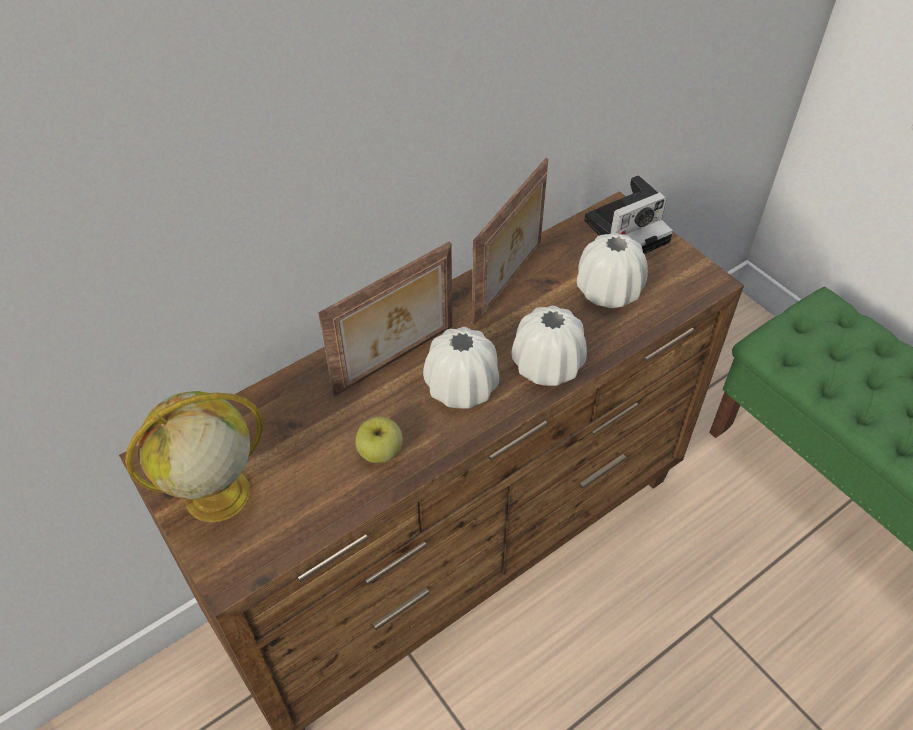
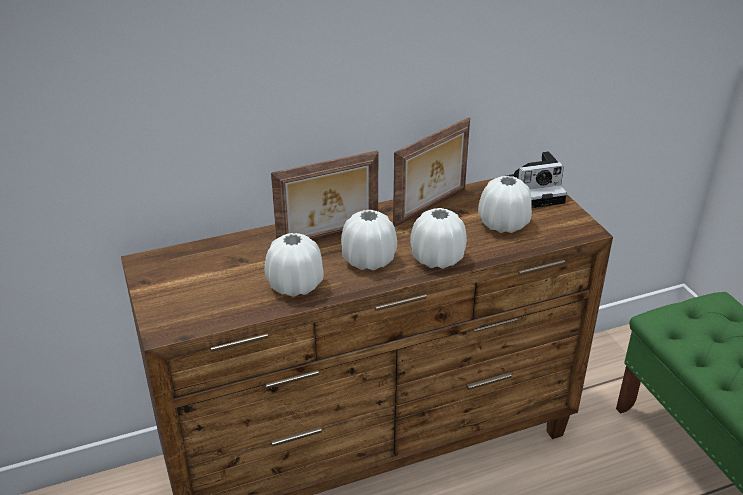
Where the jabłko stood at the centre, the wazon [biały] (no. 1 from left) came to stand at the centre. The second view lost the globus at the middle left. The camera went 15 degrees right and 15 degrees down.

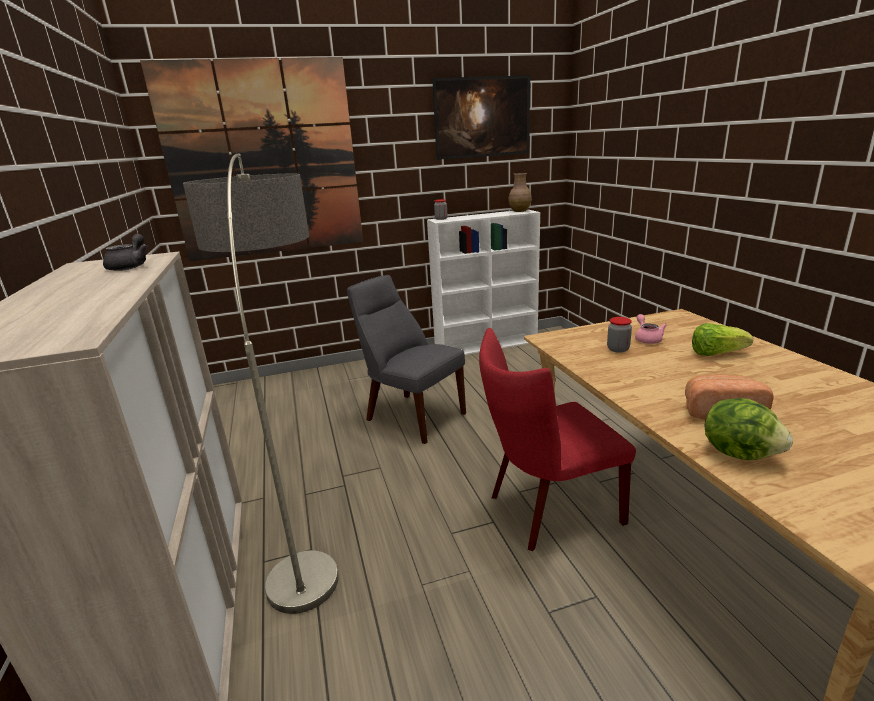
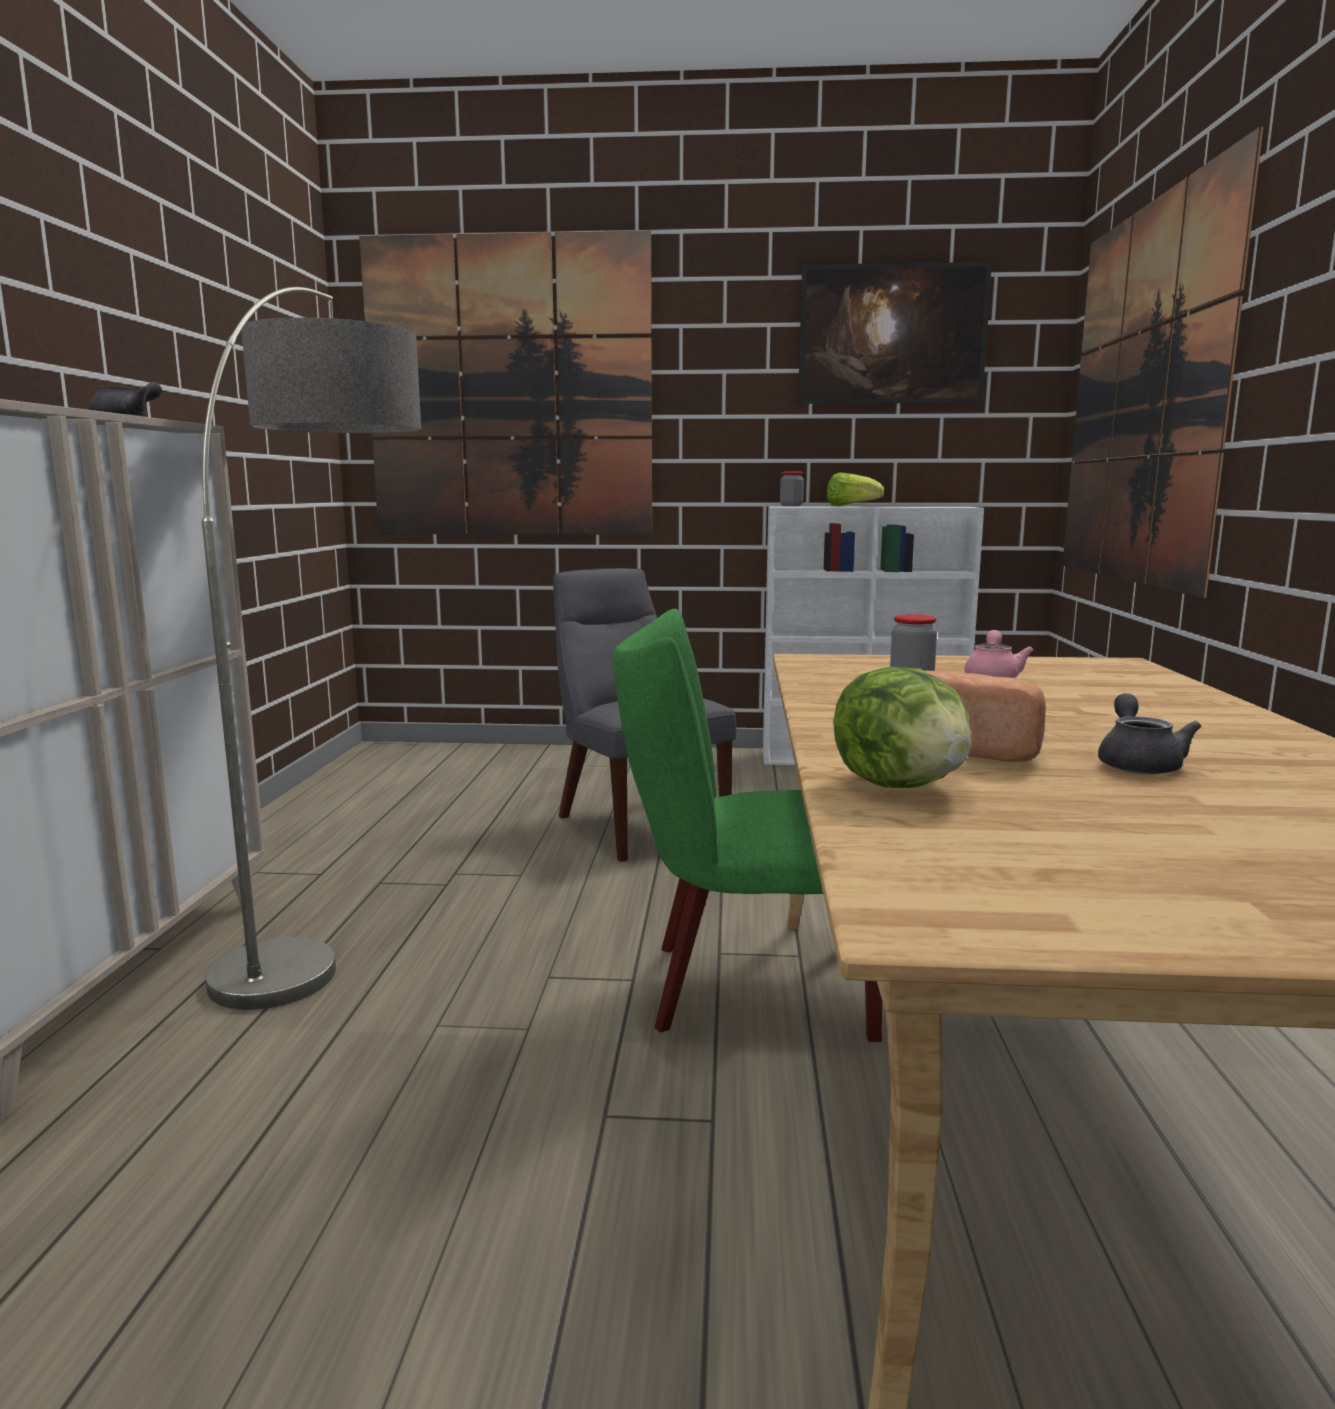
What was the krzesło [czerwony] at the centre turned into the krzesło [zielony] at the centre. The sałata (no. 1 from left) ended up elsewhere, having gone from the middle right to the centre. The second view gained the obraz (no. 3 from left) at the top right. The second view gained the imbryk [szary] (no. 2 from left) at the middle right. The second view lost the wazon [brązowy] at the top centre. The camera went 20 degrees right and 10 degrees down.

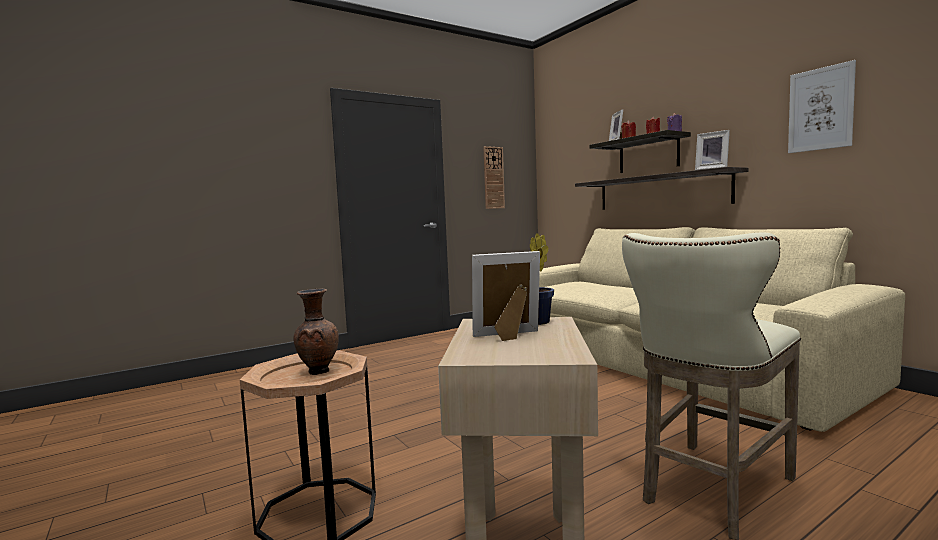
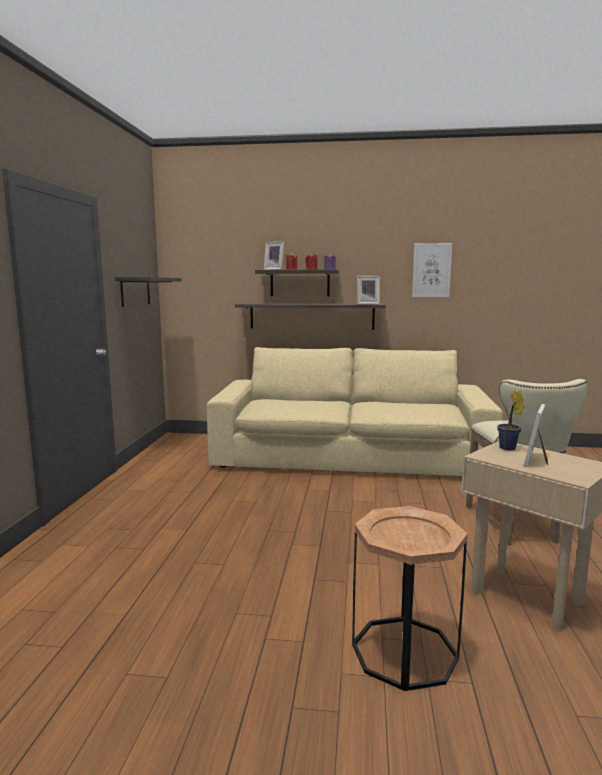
Where the zegar ścienny hung at the top centre, the półka (no. 1 from left) came to hang at the middle left. The second view lost the wazon [brązowy] at the centre. The camera went 50 degrees left and 5 degrees up.

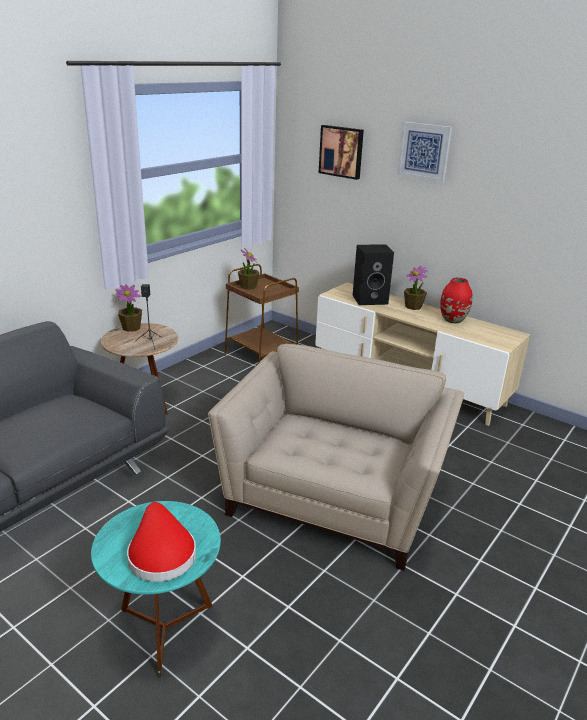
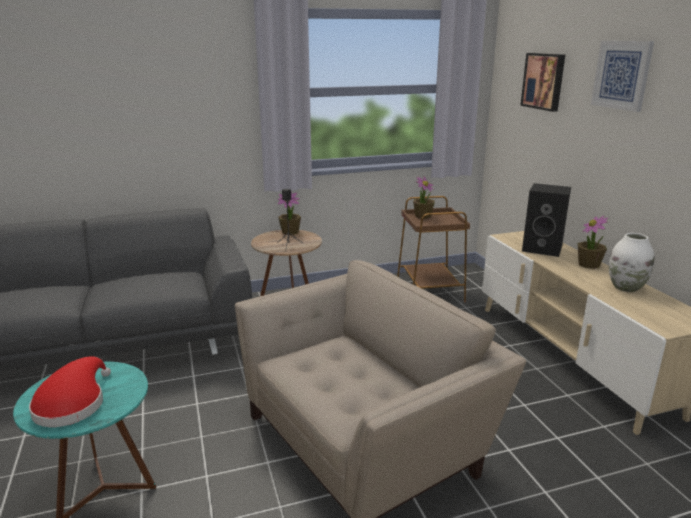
What was the wazon [czerwony] at the middle right turned into the wazon [biały] at the middle right. The camera went 35 degrees right and 5 degrees down.

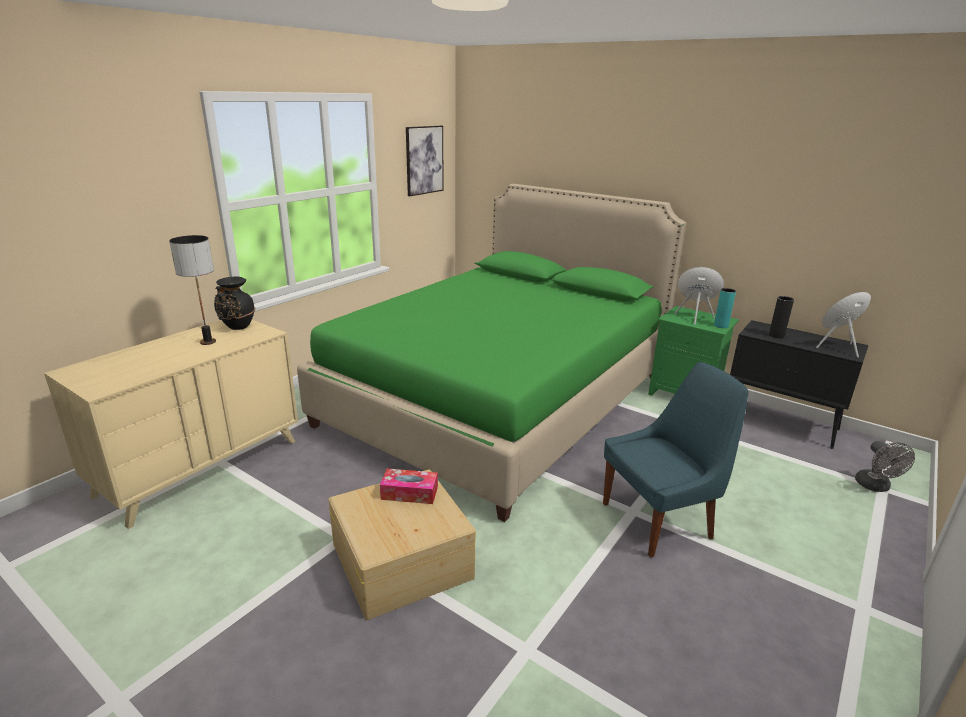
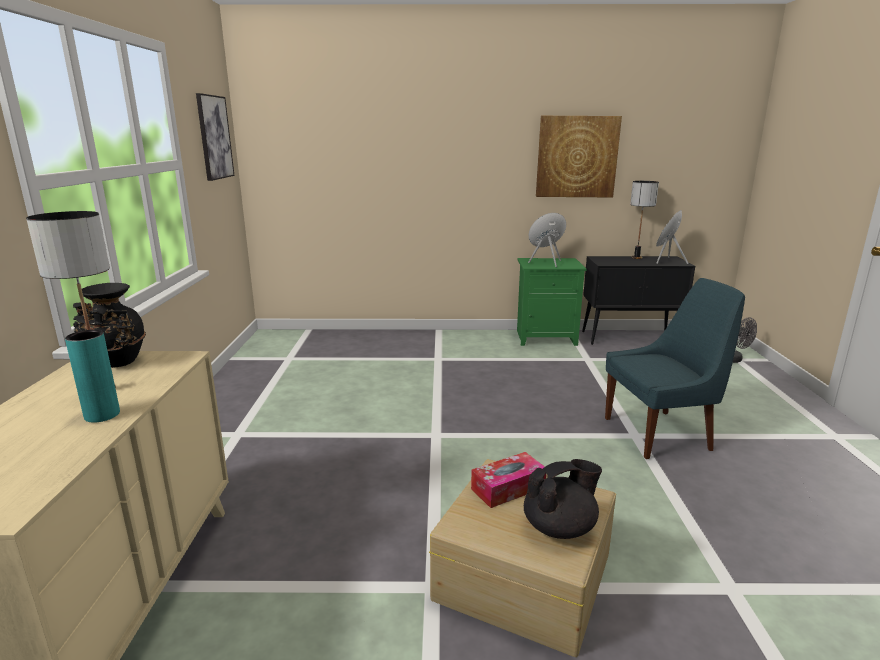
The wazon [turkusowy] ended up elsewhere, having gone from the middle right to the middle left. The second view gained the imbryk [czarny] at the bottom centre. The second view gained the obraz (no. 2 from left) at the top centre. The krzesło [niebieski] at the middle right ended up facing another way, 45 degrees clockwise from before. The second view gained the lampa stołowa (no. 2 from left) at the middle right. The second view lost the łóżko [zielony] at the centre. The second view lost the wazon [czarny] (no. 2 from left) at the middle right. The camera went 35 degrees left and 5 degrees down.

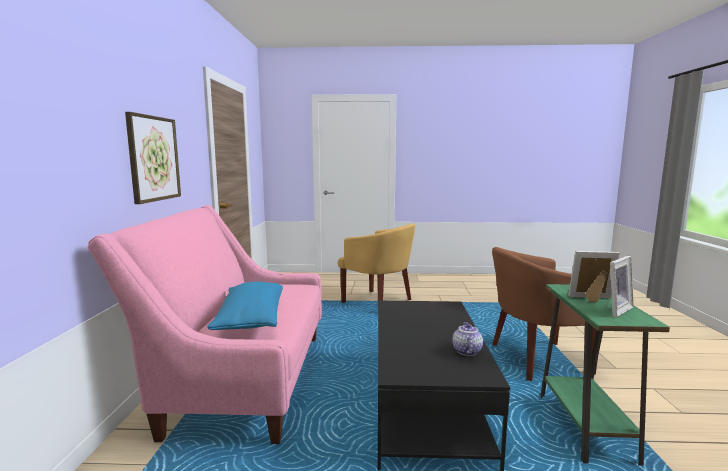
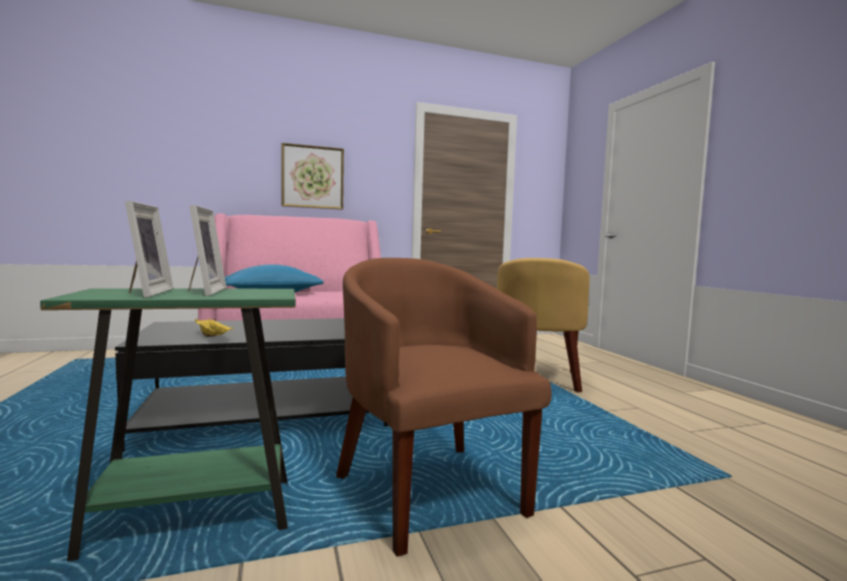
The ramka na zdjęcie (no. 2 from left in the first image) at the middle right ended up facing another way, 135 degrees counterclockwise from before. Where the imbryk stood at the bottom centre, the taca [żółty] came to stand at the middle left. The camera went 70 degrees right and 5 degrees down.

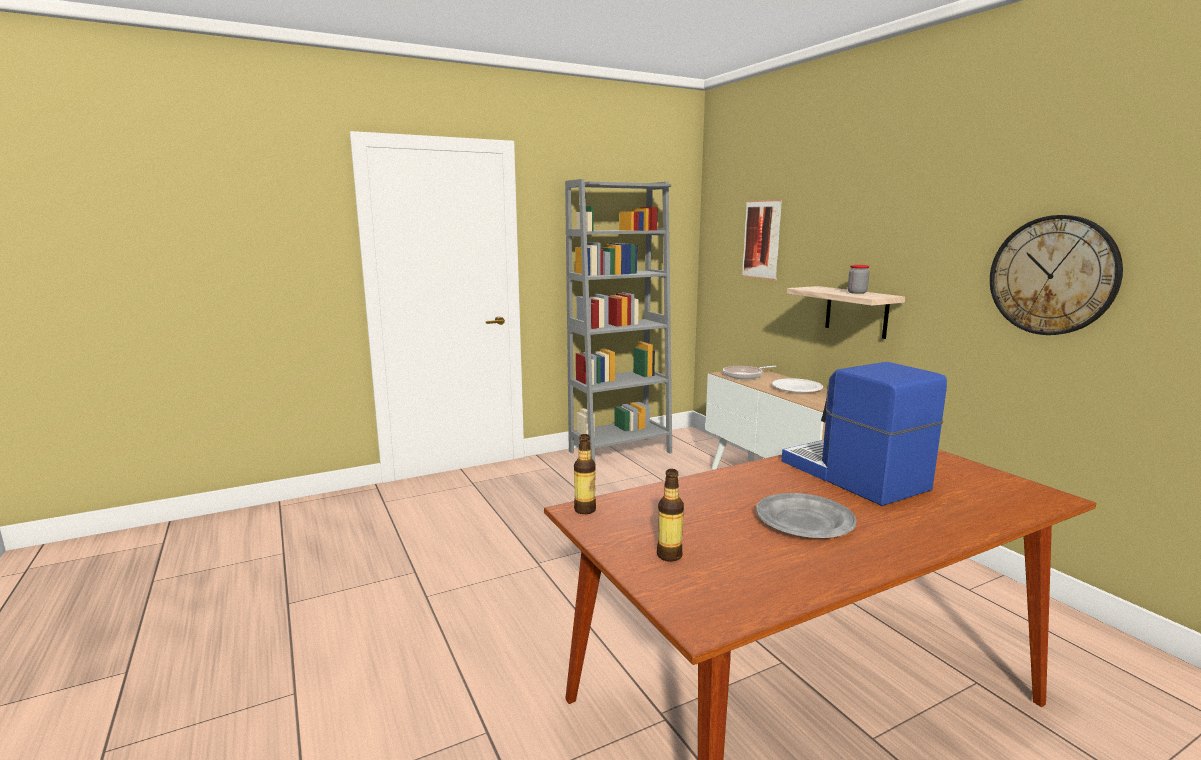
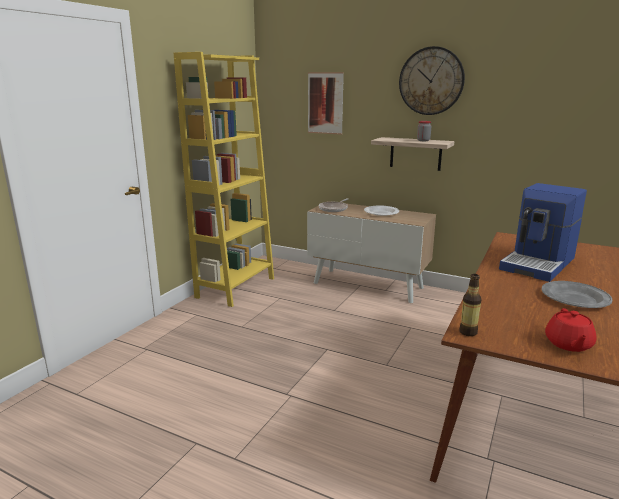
What was the regał [szary] at the centre turned into the regał [żółty] at the centre. The zegar ścienny ended up elsewhere, having gone from the middle right to the top right. The ekspres do kawy at the middle right ended up facing another way, 75 degrees counterclockwise from before. Where the butelka (no. 2 from left) stood at the bottom centre, the imbryk [czerwony] came to stand at the middle right. The camera went 35 degrees left and 5 degrees up.

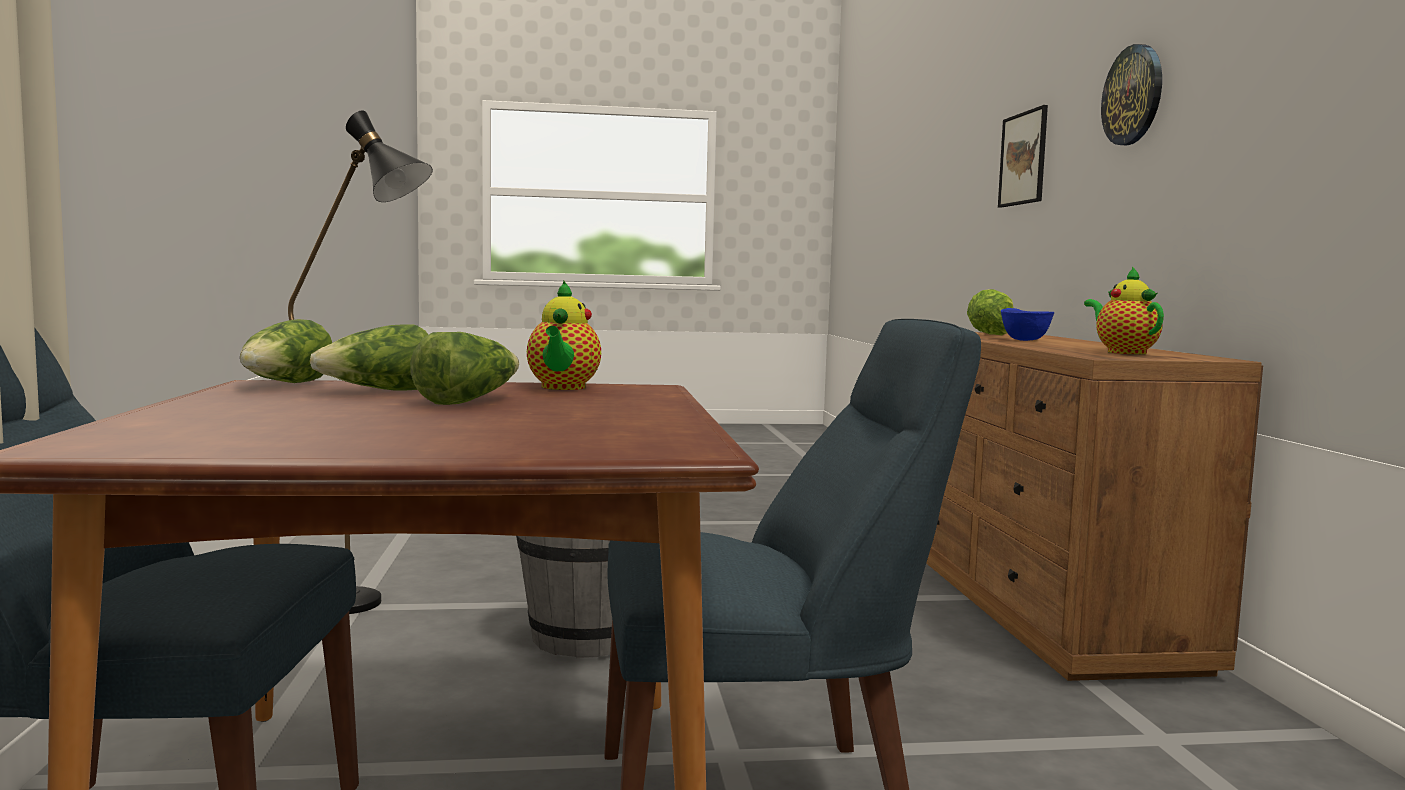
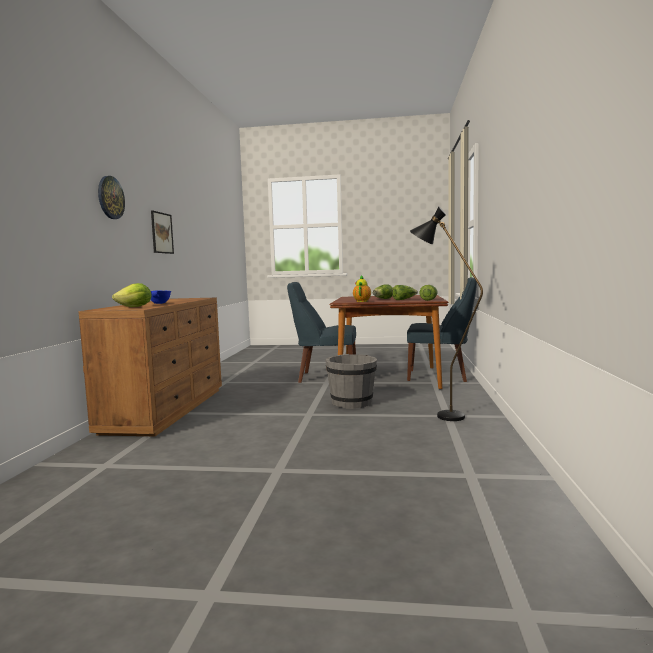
The obraz ended up elsewhere, having gone from the top right to the middle left. The second view lost the imbryk (no. 2 from left) at the middle right. The camera went 165 degrees left and 0 degrees up.

